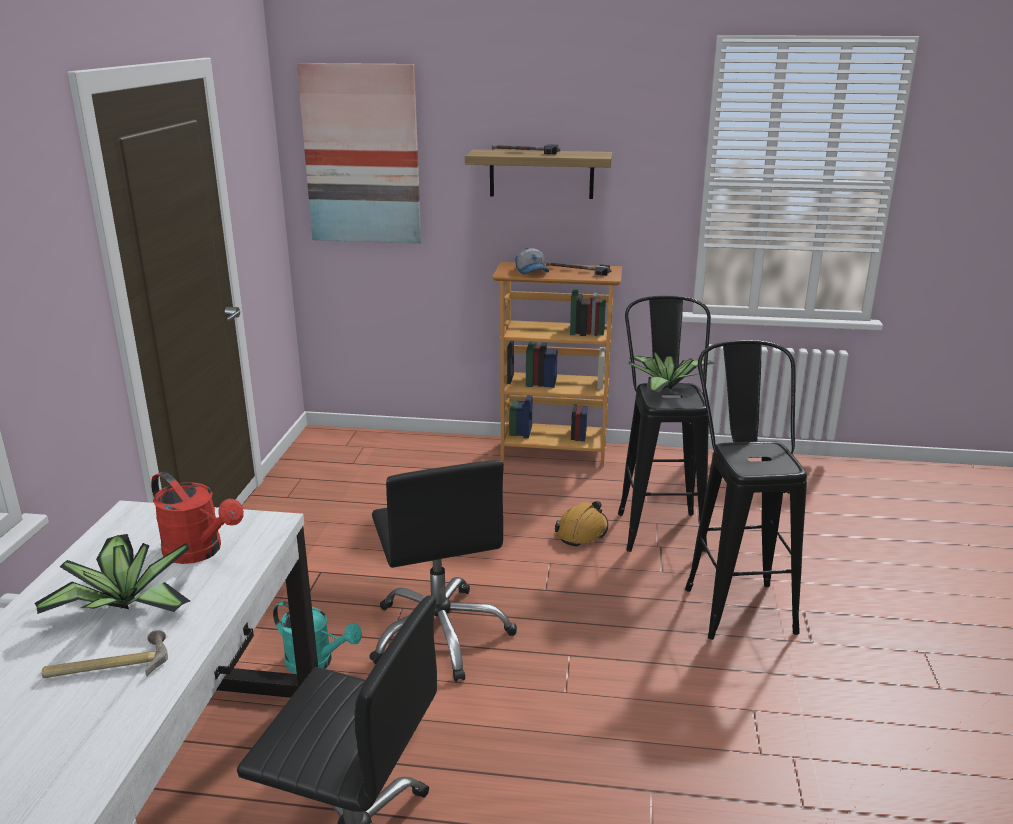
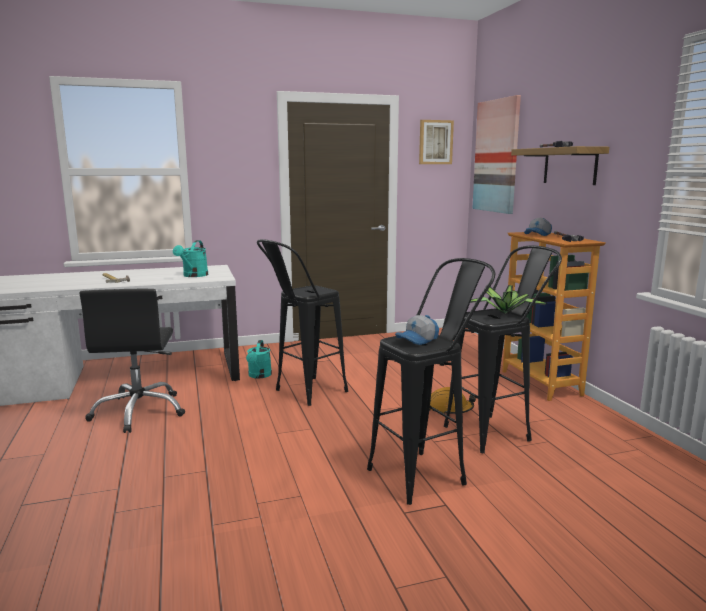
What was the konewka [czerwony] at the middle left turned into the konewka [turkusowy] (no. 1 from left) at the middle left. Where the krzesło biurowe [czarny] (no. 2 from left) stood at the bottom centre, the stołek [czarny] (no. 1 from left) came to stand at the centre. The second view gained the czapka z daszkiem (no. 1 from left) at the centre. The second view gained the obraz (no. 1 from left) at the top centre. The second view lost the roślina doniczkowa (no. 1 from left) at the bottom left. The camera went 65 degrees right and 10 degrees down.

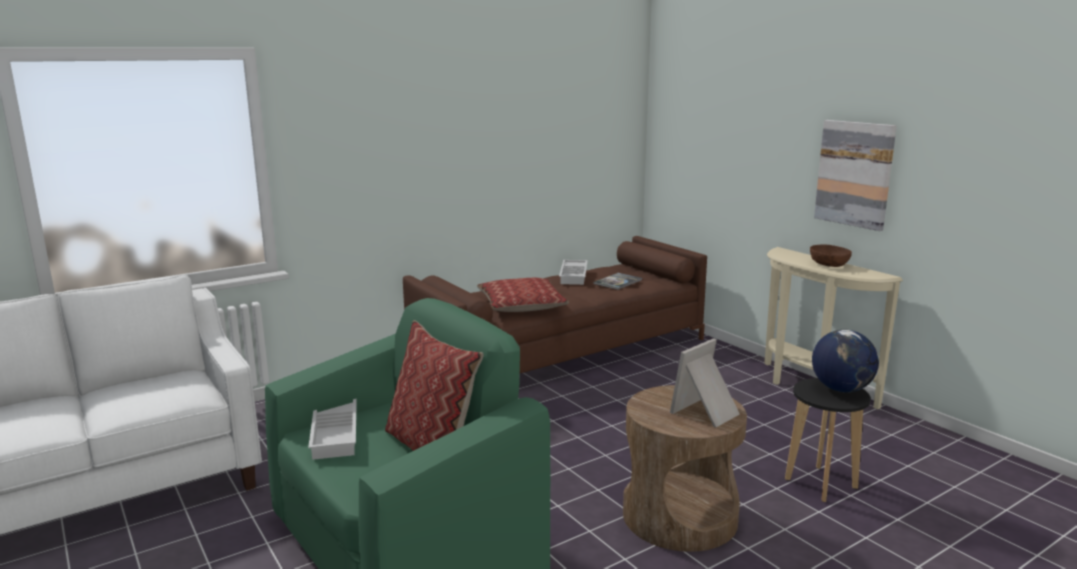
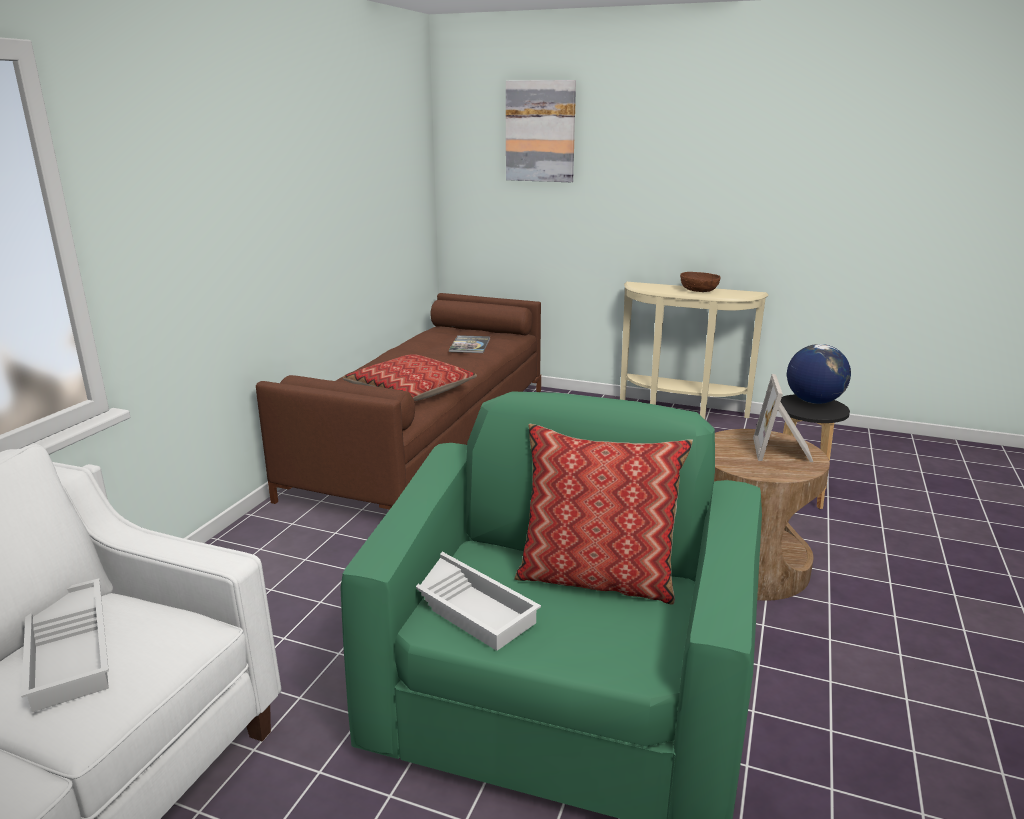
The taca [biały] (no. 2 from left in the first image) ended up elsewhere, having gone from the centre to the bottom left. The obraz ended up elsewhere, having gone from the top right to the top centre. The camera went 35 degrees left and 5 degrees up.

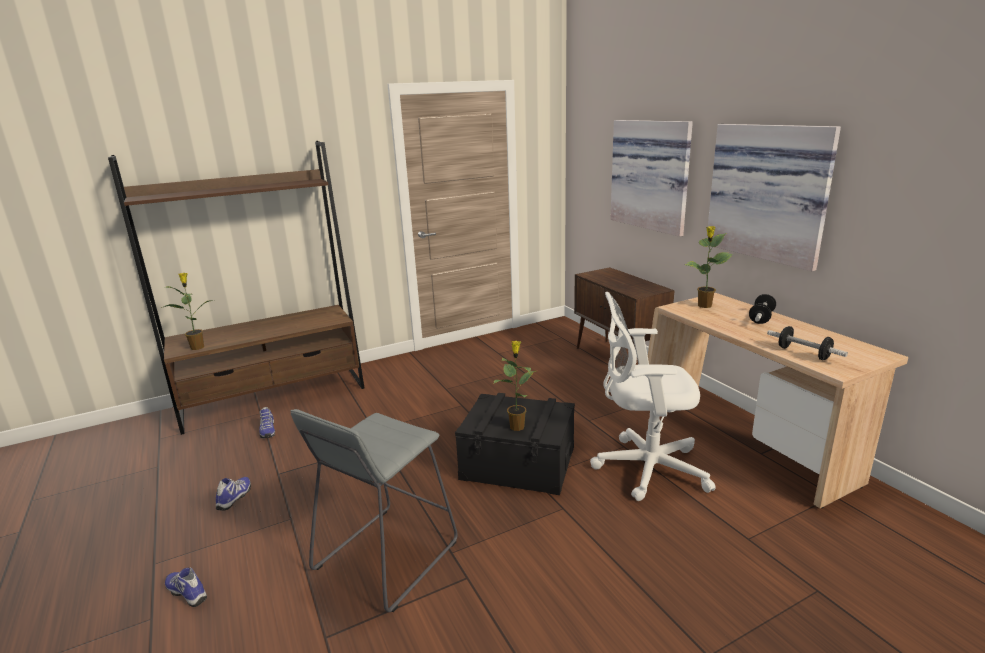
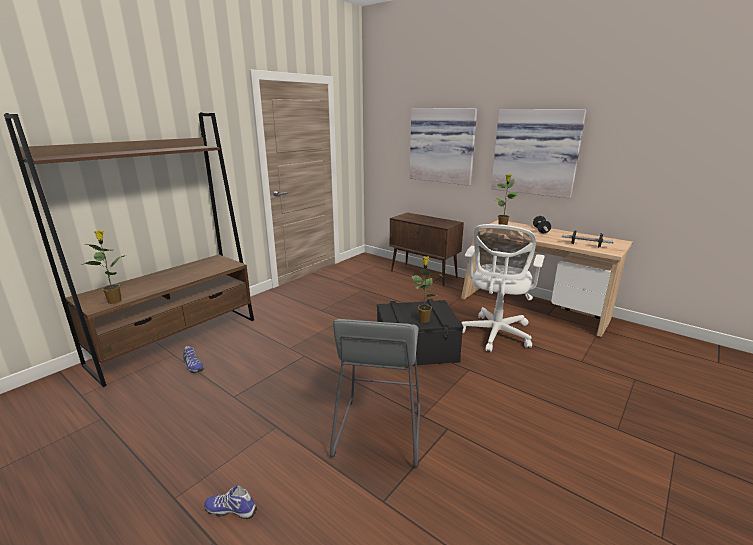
The krzesło biurowe [biały] at the centre ended up facing another way, 45 degrees counterclockwise from before. The second view lost the but (no. 2 from left) at the bottom left. The camera went 25 degrees left and 0 degrees up.

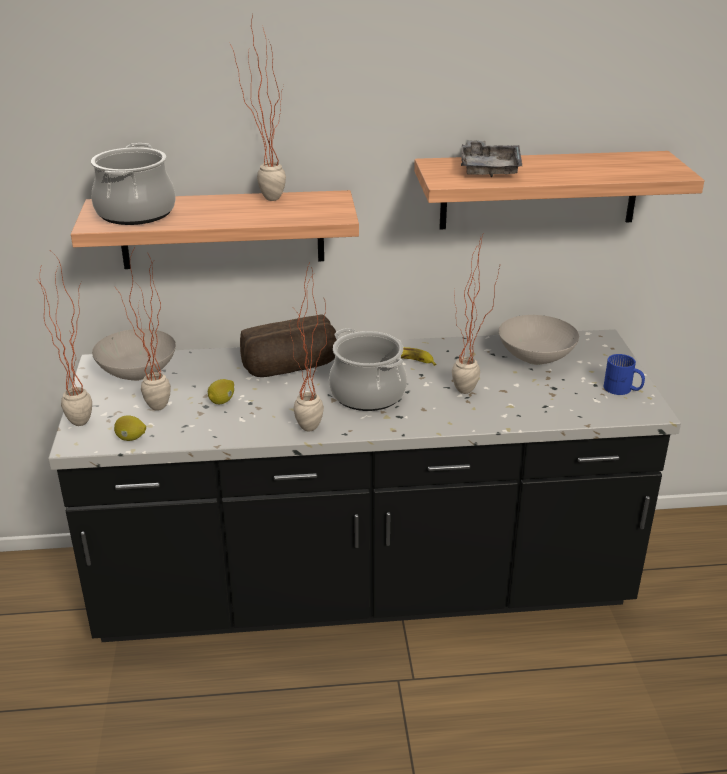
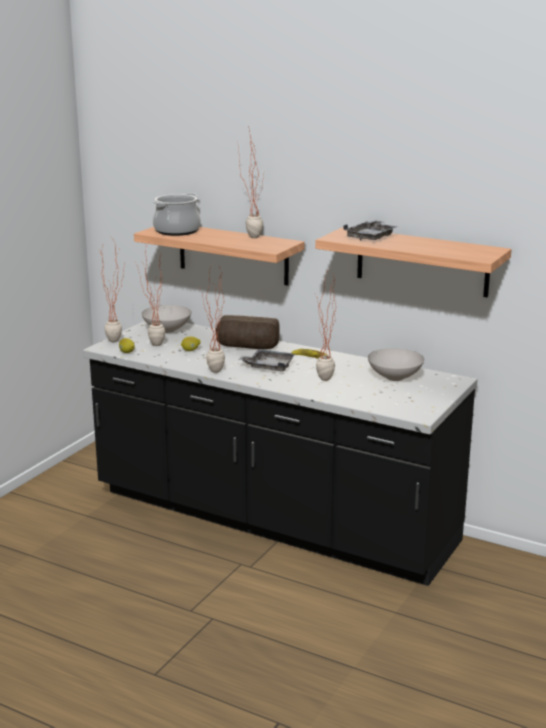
Where the garnek (no. 2 from left) stood at the centre, the taca [szary] (no. 1 from left) came to stand at the centre. The second view lost the kubek [niebieski] at the middle right. The camera went 35 degrees right and 10 degrees down.

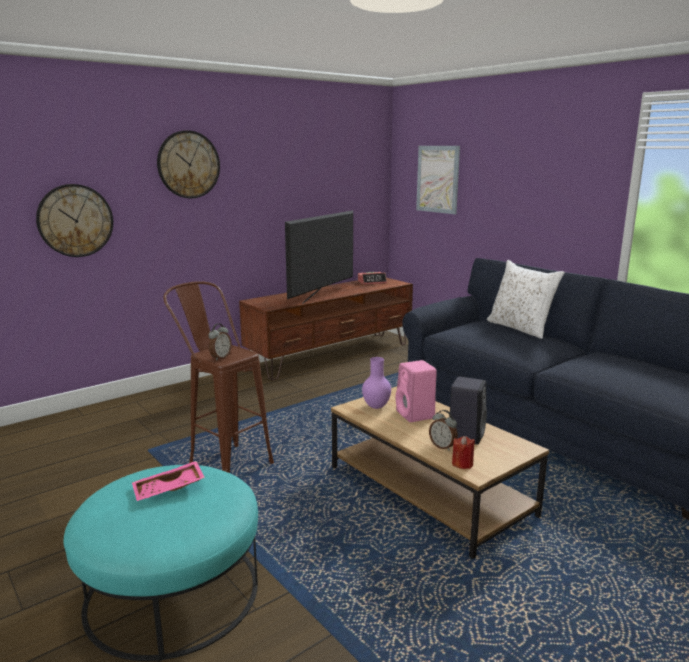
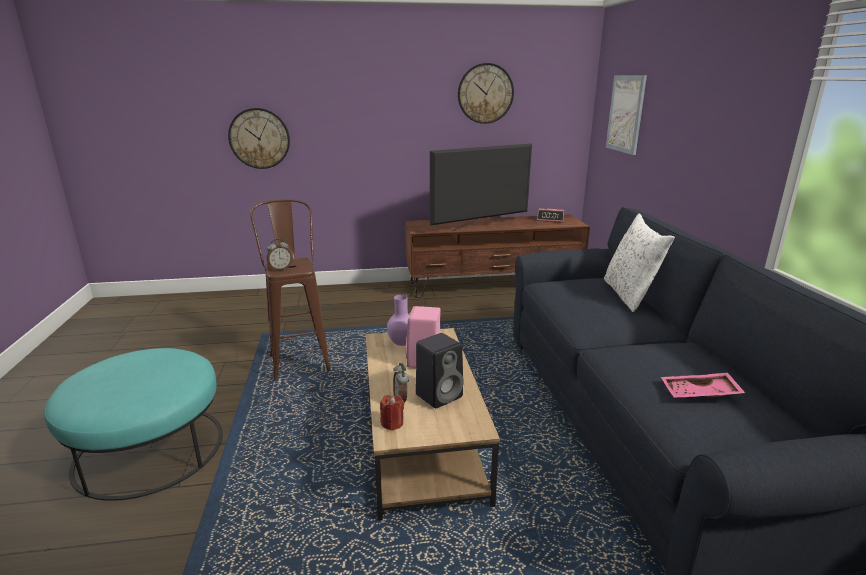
The zegar ścienny (no. 2 from left) ended up elsewhere, having gone from the top left to the top centre. The taca [różowy] ended up elsewhere, having gone from the bottom left to the bottom right. The camera went 30 degrees right and 5 degrees up.

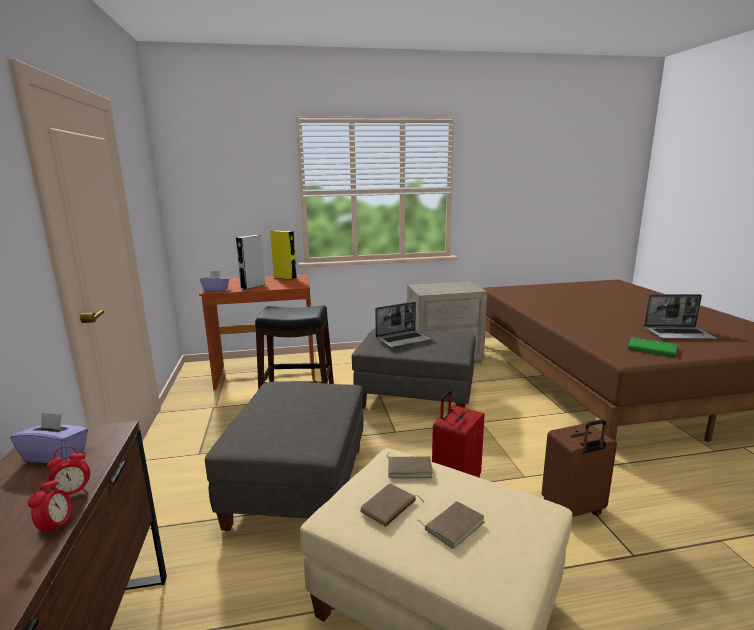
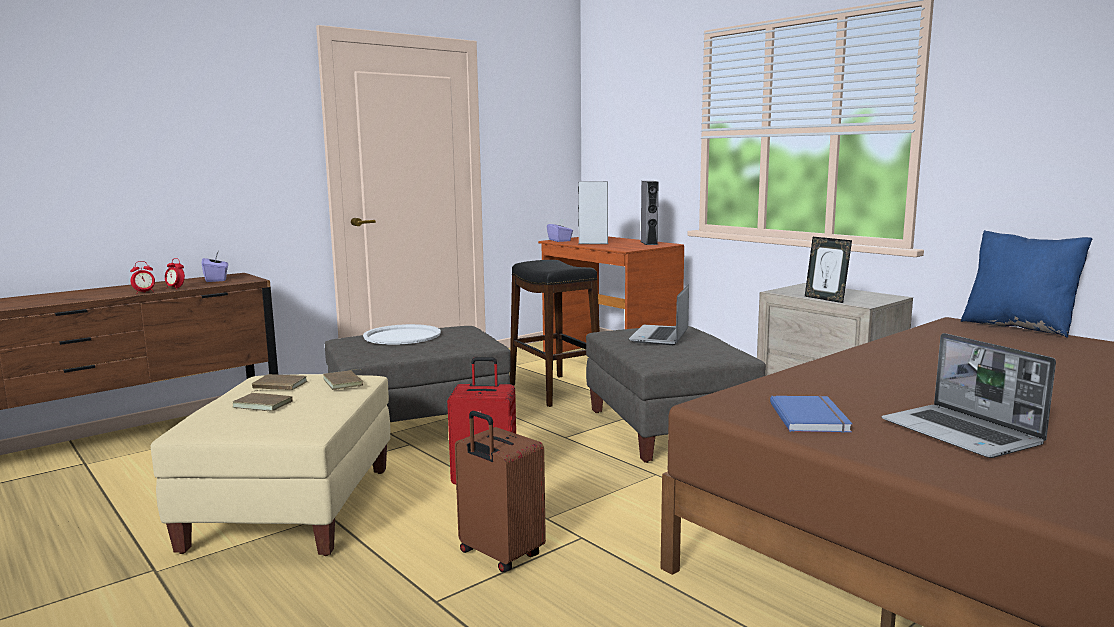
The second view gained the taca [biały] at the centre. The laptop (no. 1 from left) at the centre ended up facing another way, 75 degrees clockwise from before. What was the głośnik [żółty] at the centre turned into the głośnik [szary] (no. 2 from left) at the centre. What was the książka [zielony] at the middle right turned into the książka [niebieski] at the middle right. The second view gained the ramka na zdjęcie at the middle right. The second view gained the poduszka [niebieski] at the middle right. The camera went 60 degrees right and 5 degrees down.

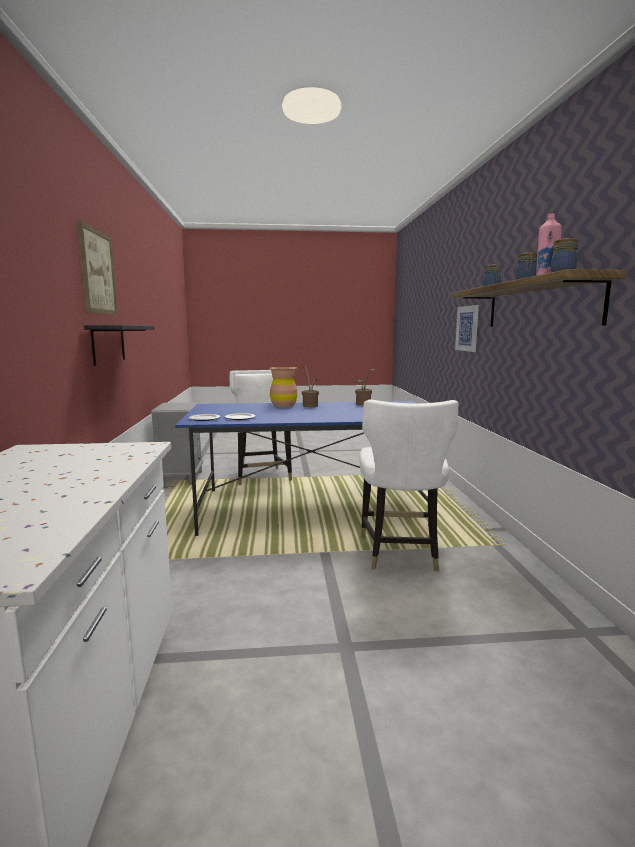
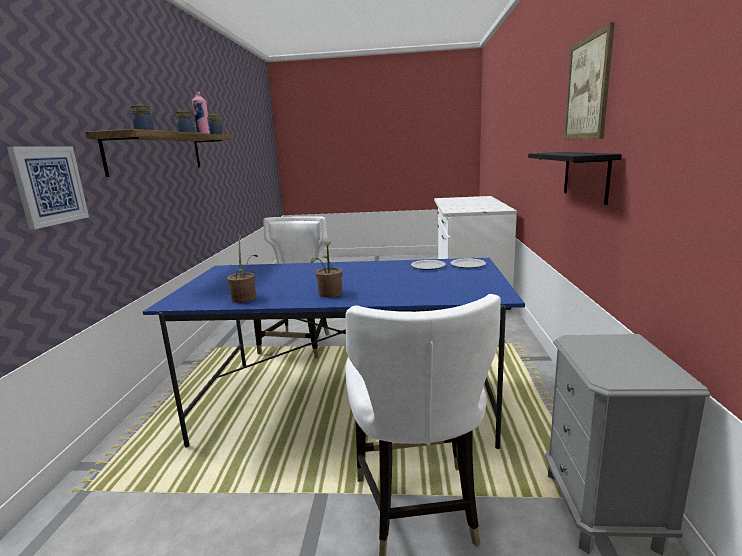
The second view lost the wazon [brązowy] at the centre. The camera went 170 degrees left and 5 degrees up.

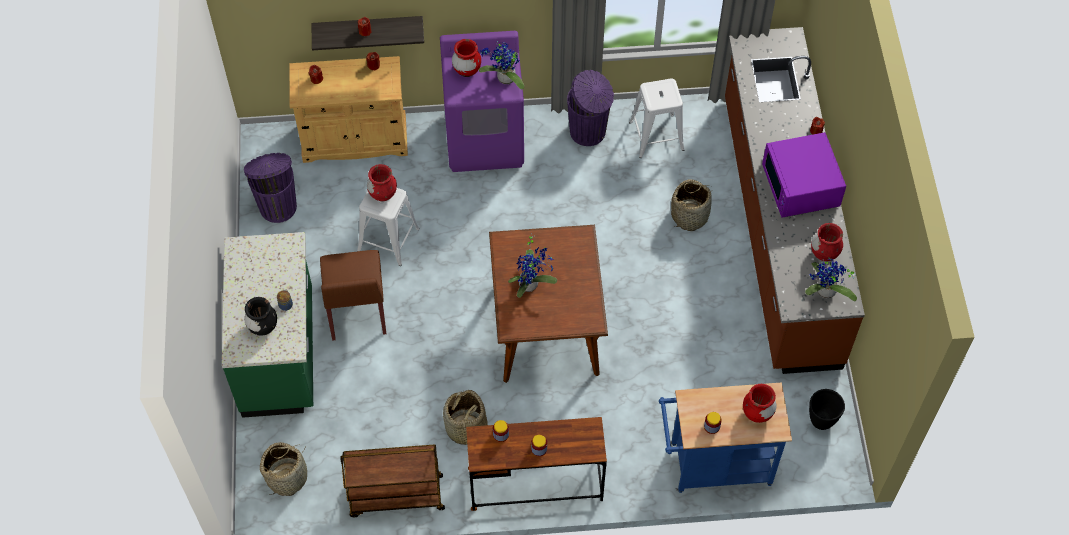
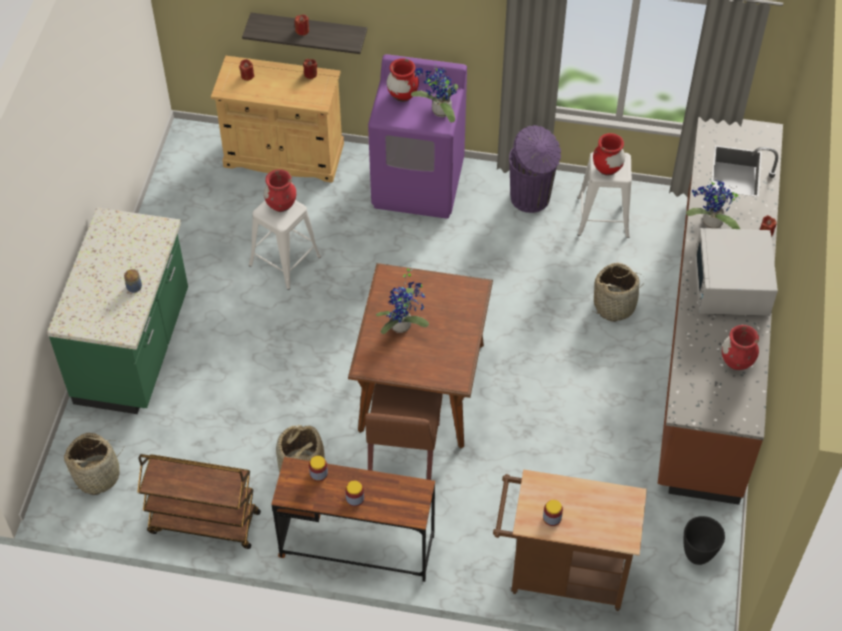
The krzesło [brązowy] ended up elsewhere, having gone from the middle left to the bottom centre. What was the wózek [niebieski] at the bottom right turned into the wózek [brązowy] (no. 2 from left) at the bottom right. The wazon [czerwony] (no. 3 from left) ended up elsewhere, having gone from the bottom right to the top right. The roślina doniczkowa (no. 3 from left) ended up elsewhere, having gone from the middle right to the top right. What was the mikrofalówka [fioletowy] at the top right turned into the mikrofalówka [biały] at the middle right. The second view lost the kosz na śmieci [fioletowy] (no. 1 from left) at the middle left. The second view lost the wazon [czarny] at the middle left. The camera went 15 degrees right and 5 degrees down.

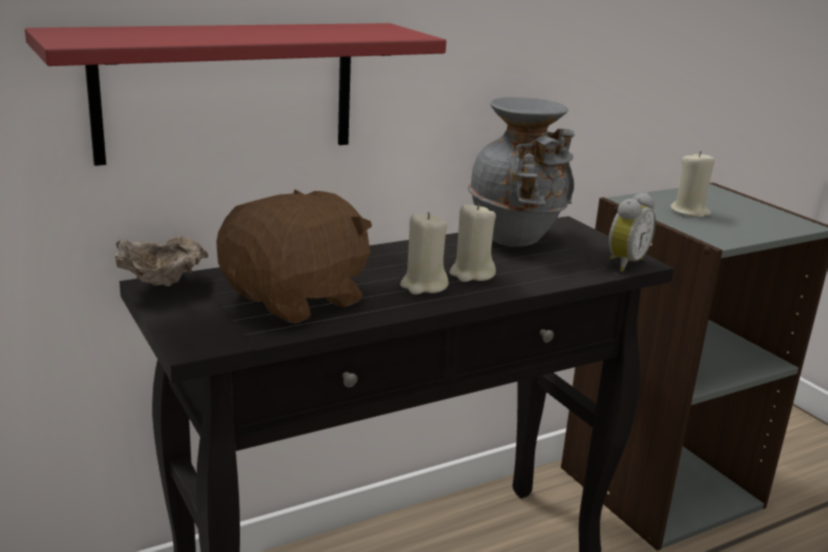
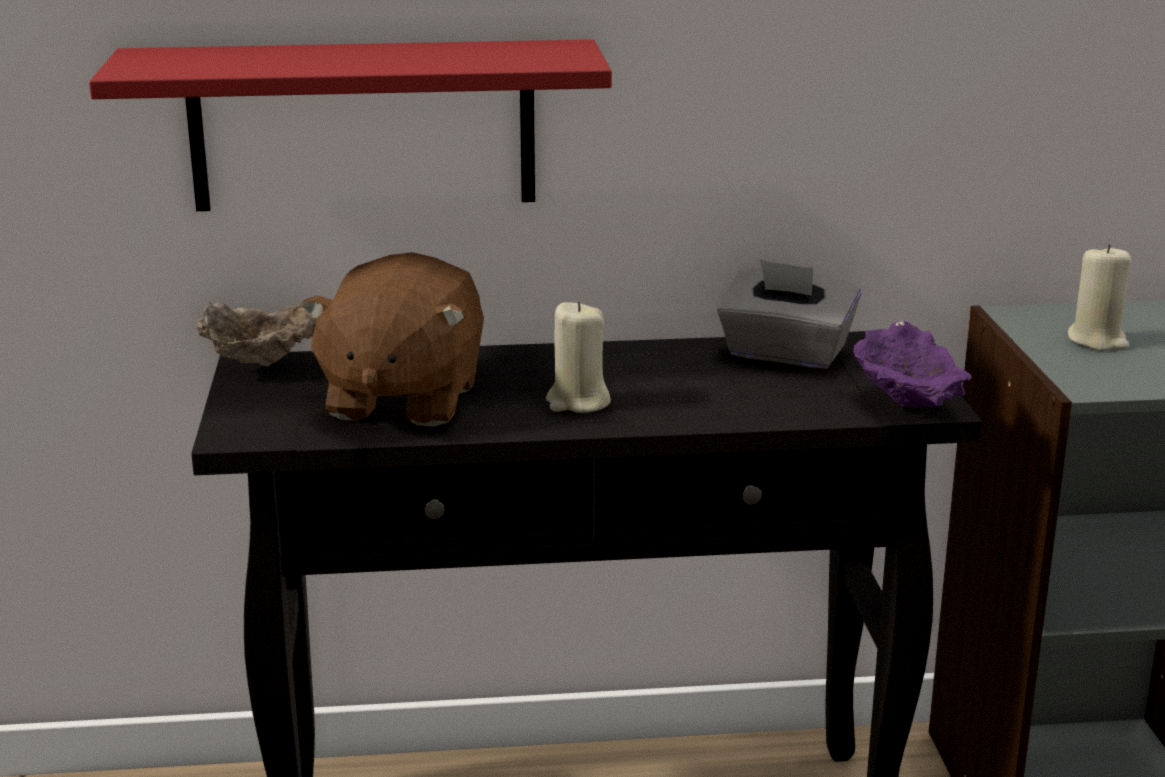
The pluszak [brązowy] at the centre ended up facing another way, 120 degrees clockwise from before. Where the wazon [szary] stood at the top centre, the pudełko chusteczek [szary] came to stand at the middle right. Where the budzik stood at the middle right, the miska [fioletowy] came to stand at the middle right. The second view lost the świeca [beżowy] (no. 2 from left) at the centre. The camera went 25 degrees right and 0 degrees up.

